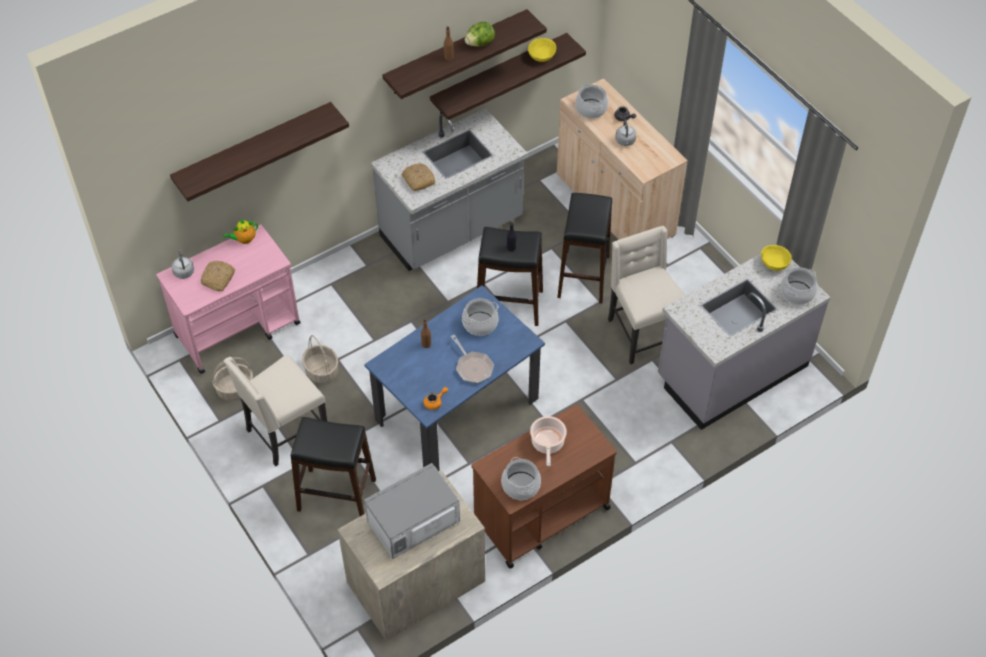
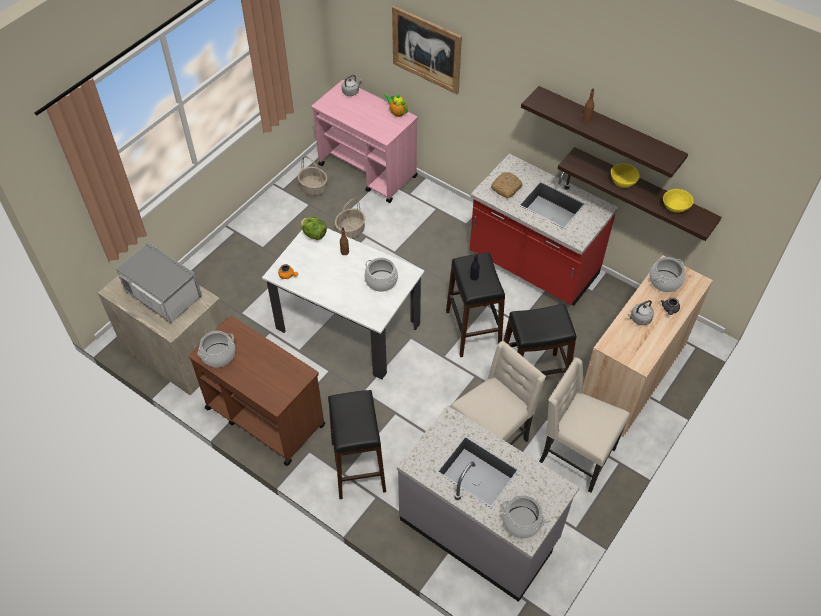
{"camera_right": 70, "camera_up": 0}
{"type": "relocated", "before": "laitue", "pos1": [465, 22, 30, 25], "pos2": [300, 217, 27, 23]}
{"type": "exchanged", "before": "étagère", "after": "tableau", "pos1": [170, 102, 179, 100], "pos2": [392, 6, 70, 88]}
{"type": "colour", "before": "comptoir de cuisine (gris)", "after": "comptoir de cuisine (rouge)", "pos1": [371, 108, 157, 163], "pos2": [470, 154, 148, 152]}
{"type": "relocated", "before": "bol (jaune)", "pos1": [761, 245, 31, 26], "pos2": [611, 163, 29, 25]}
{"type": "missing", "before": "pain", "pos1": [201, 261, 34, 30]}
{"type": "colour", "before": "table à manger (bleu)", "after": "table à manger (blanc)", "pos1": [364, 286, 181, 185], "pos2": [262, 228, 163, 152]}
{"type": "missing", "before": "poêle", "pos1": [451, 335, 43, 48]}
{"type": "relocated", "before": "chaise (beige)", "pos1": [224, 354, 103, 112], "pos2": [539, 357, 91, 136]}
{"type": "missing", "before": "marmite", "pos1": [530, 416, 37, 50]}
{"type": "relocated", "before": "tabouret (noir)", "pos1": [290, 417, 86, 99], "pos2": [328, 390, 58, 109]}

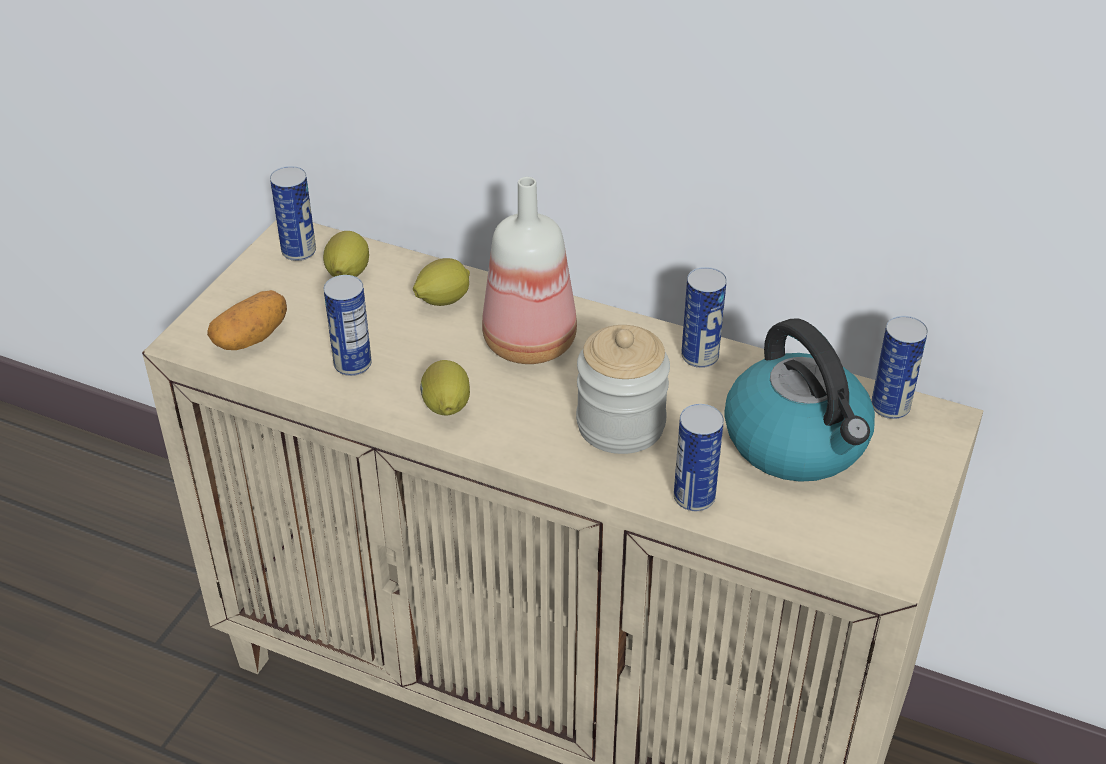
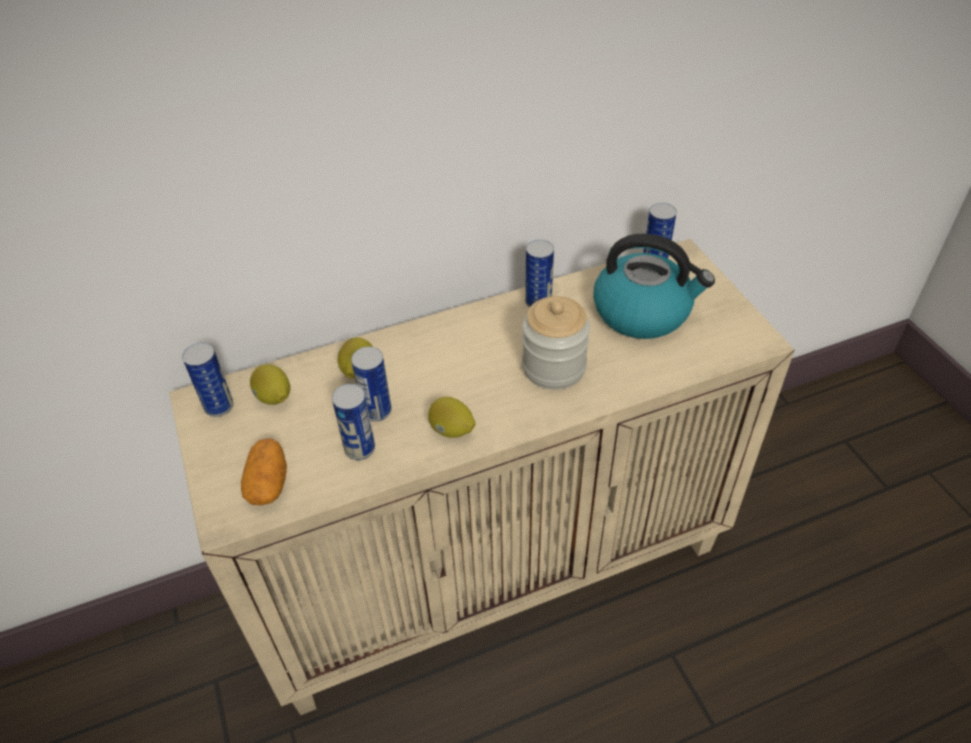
{"camera_right": -45, "camera_up": 5}
{"type": "missing", "before": "bouteille", "pos1": [482, 177, 95, 187]}
{"type": "relocated", "before": "boîte métallique", "pos1": [674, 404, 50, 107], "pos2": [351, 347, 41, 75]}

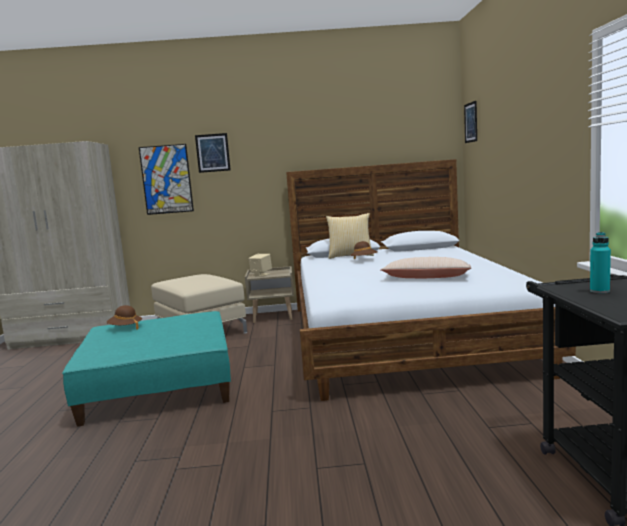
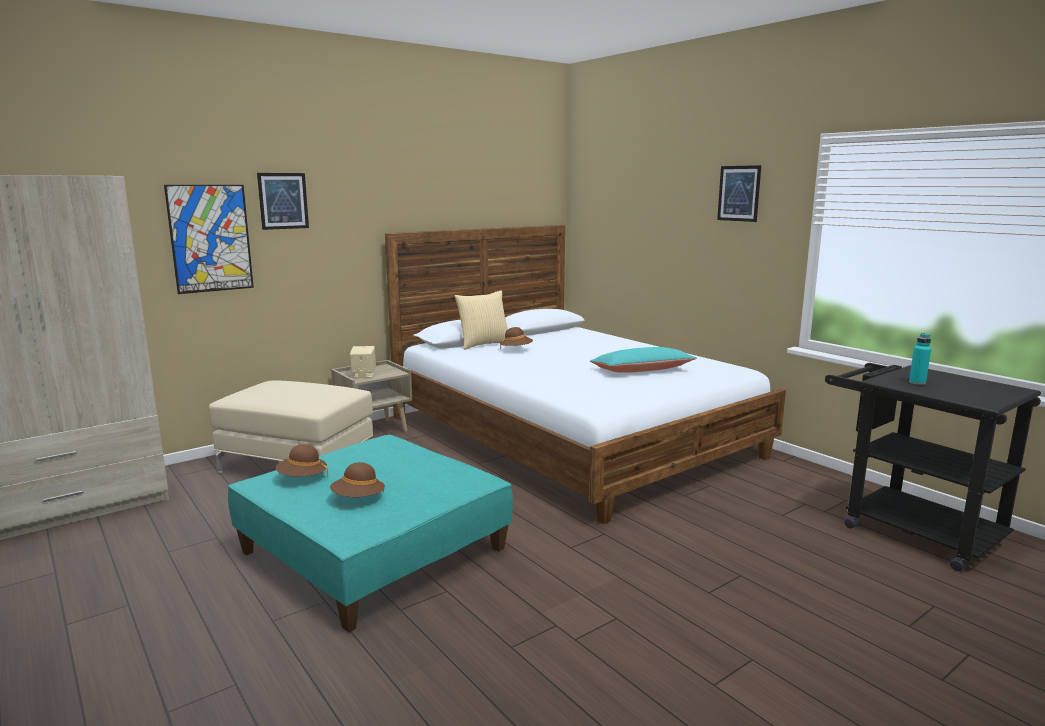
{"camera_right": -35, "camera_up": 5}
{"type": "relocated", "before": "tableau", "pos1": [464, 101, 13, 42], "pos2": [717, 165, 44, 57]}
{"type": "colour", "before": "coussin (beige)", "after": "coussin (turquoise)", "pos1": [380, 257, 91, 21], "pos2": [590, 347, 107, 26]}
{"type": "appeared", "after": "chapeau (marron)", "pos2": [330, 462, 55, 35]}

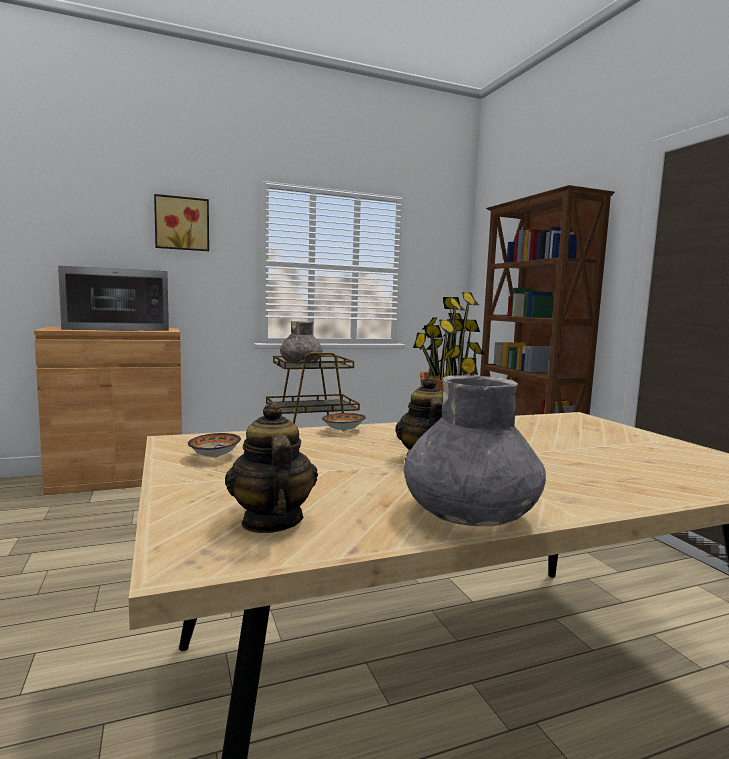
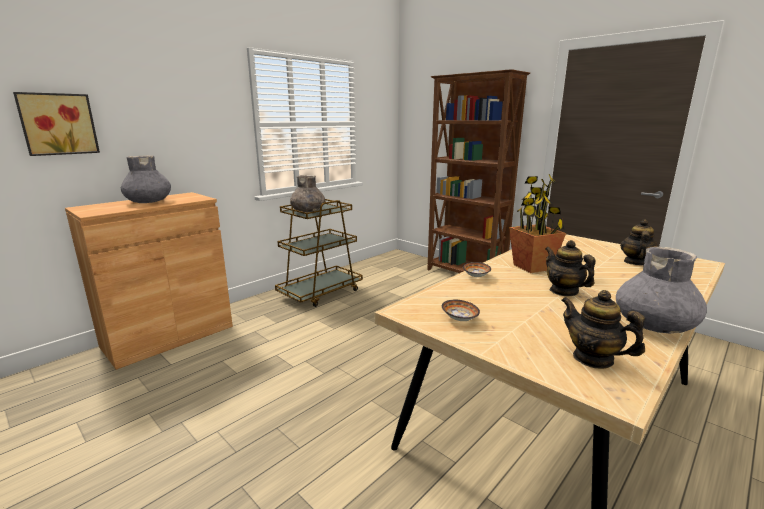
{"camera_right": -25, "camera_up": 10}
{"type": "relocated", "before": "tableau", "pos1": [154, 194, 55, 57], "pos2": [13, 92, 87, 64]}
{"type": "exchanged", "before": "micro-ondes", "after": "vase (gris)", "pos1": [58, 266, 111, 65], "pos2": [121, 155, 50, 48]}
{"type": "appeared", "after": "théière", "pos2": [620, 219, 39, 46]}

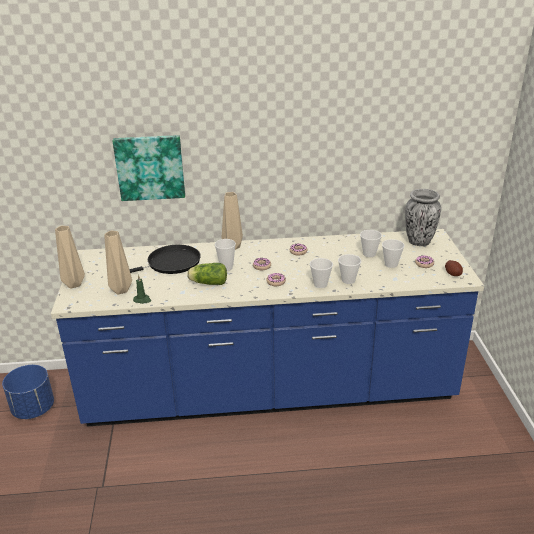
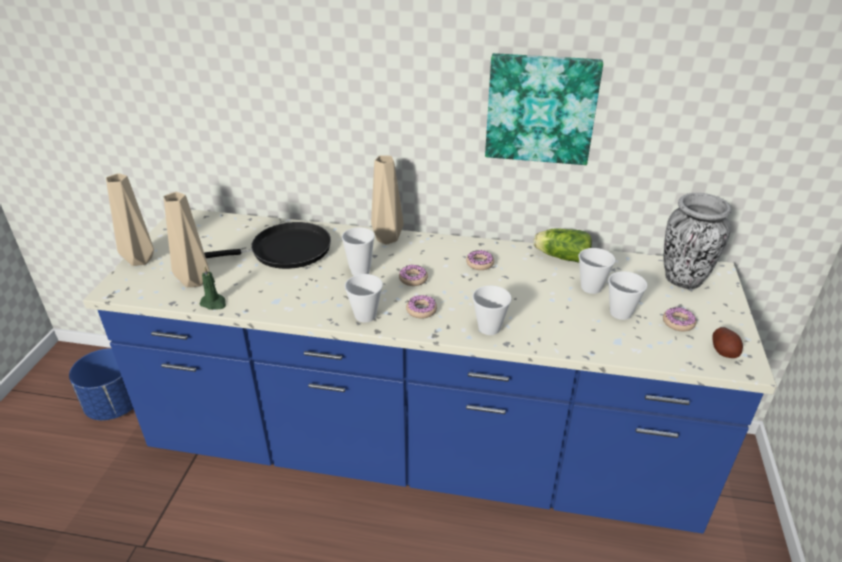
{"camera_right": 15, "camera_up": 5}
{"type": "relocated", "before": "tableau", "pos1": [113, 135, 72, 66], "pos2": [485, 53, 118, 112]}
{"type": "relocated", "before": "tasse", "pos1": [338, 254, 23, 30], "pos2": [345, 274, 38, 49]}
{"type": "relocated", "before": "laitue", "pos1": [187, 263, 40, 22], "pos2": [533, 228, 59, 35]}

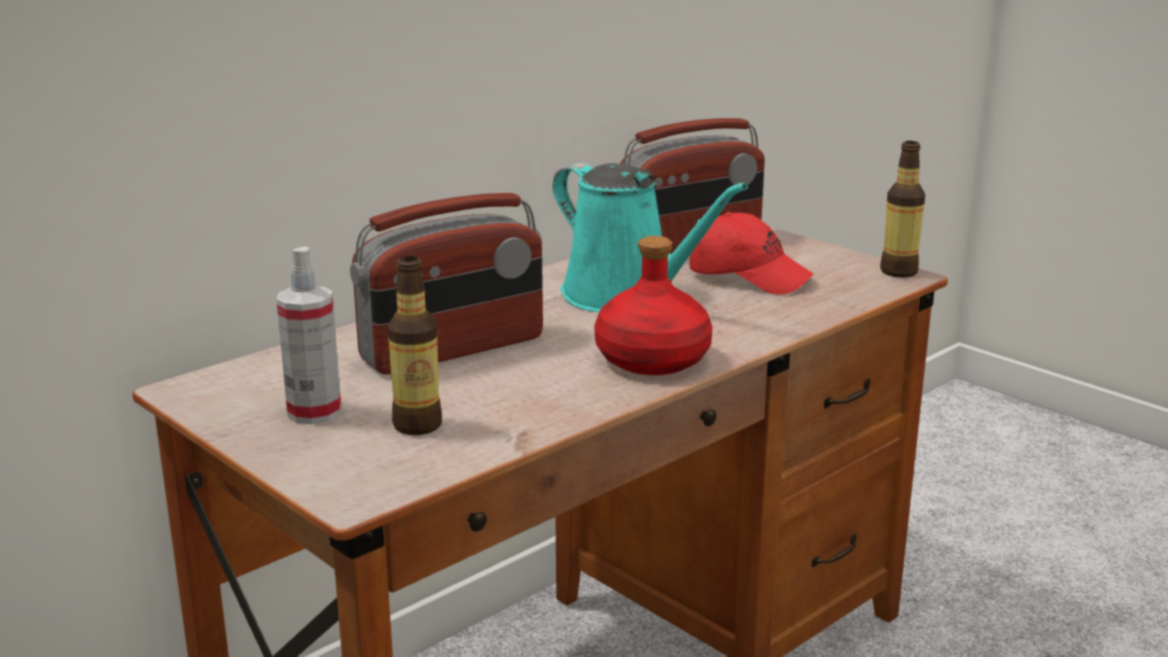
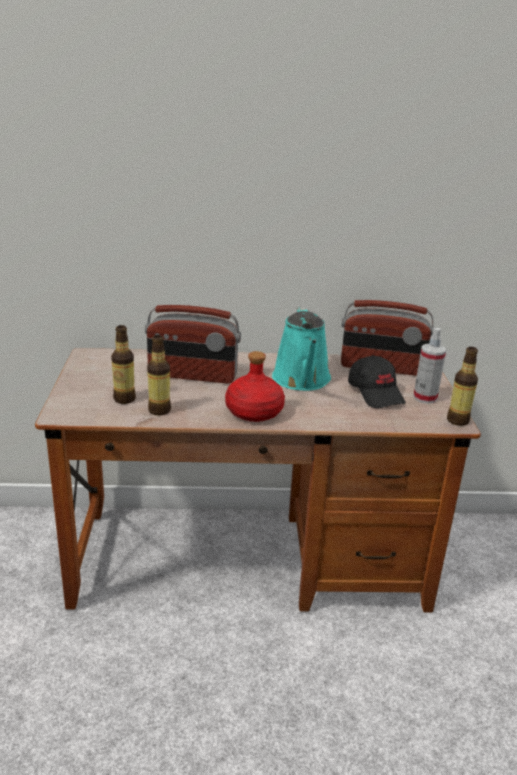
{"camera_right": 40, "camera_up": 5}
{"type": "colour", "before": "casquette (rouge)", "after": "casquette (noir)", "pos1": [690, 212, 123, 83], "pos2": [348, 355, 58, 53]}
{"type": "relocated", "before": "vaporisateur", "pos1": [276, 247, 65, 177], "pos2": [413, 328, 33, 76]}
{"type": "appeared", "after": "bouteille", "pos2": [147, 335, 24, 81]}

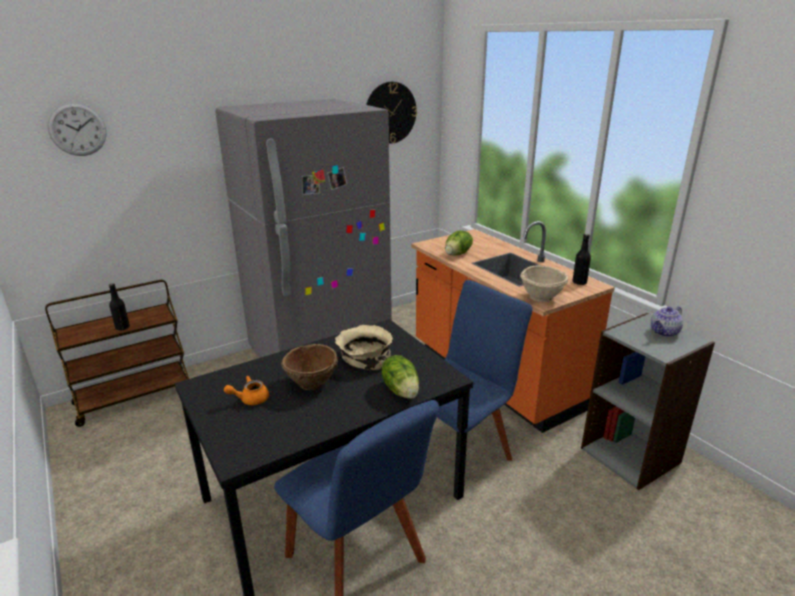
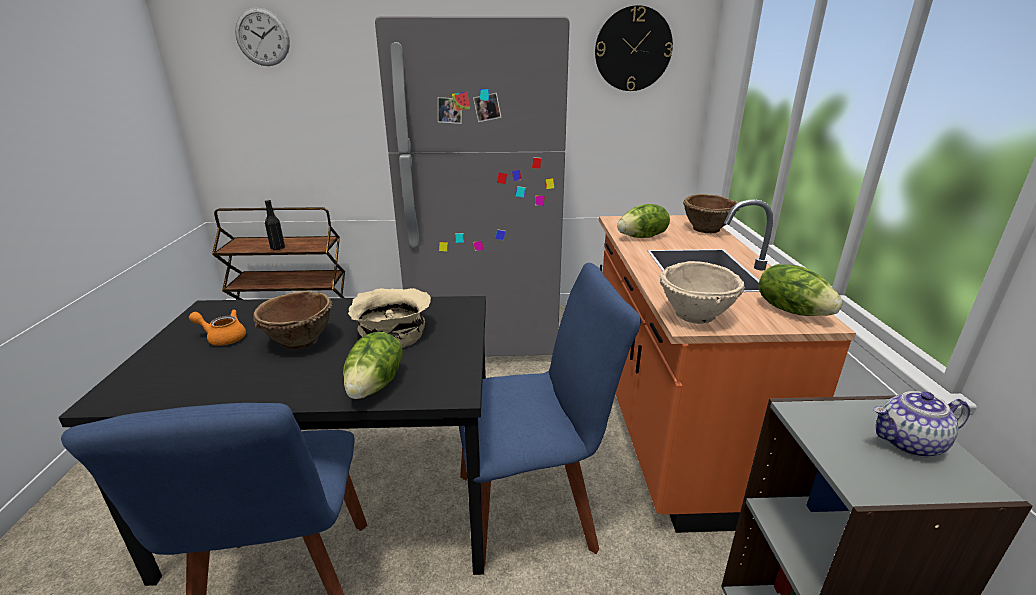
{"camera_right": 30, "camera_up": 0}
{"type": "exchanged", "before": "bouteille (noir)", "after": "laitue", "pos1": [572, 234, 19, 51], "pos2": [758, 264, 85, 52]}
{"type": "appeared", "after": "bol (marron)", "pos2": [683, 194, 57, 39]}

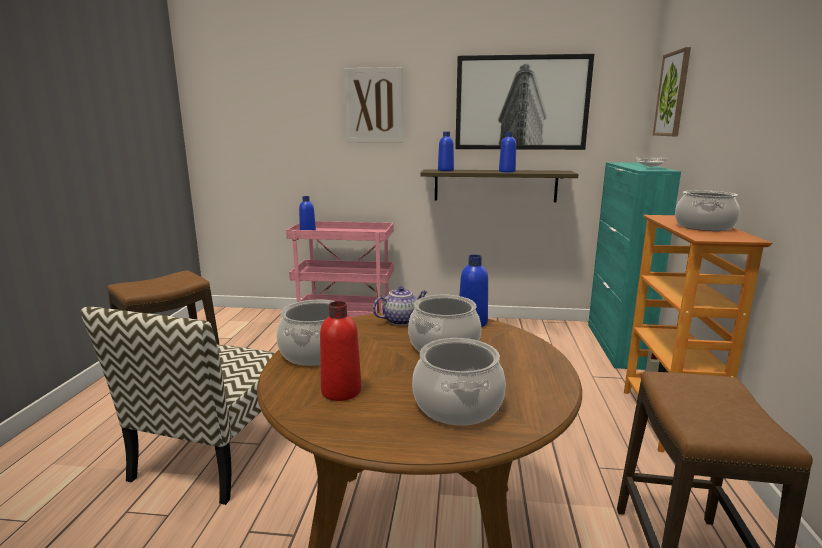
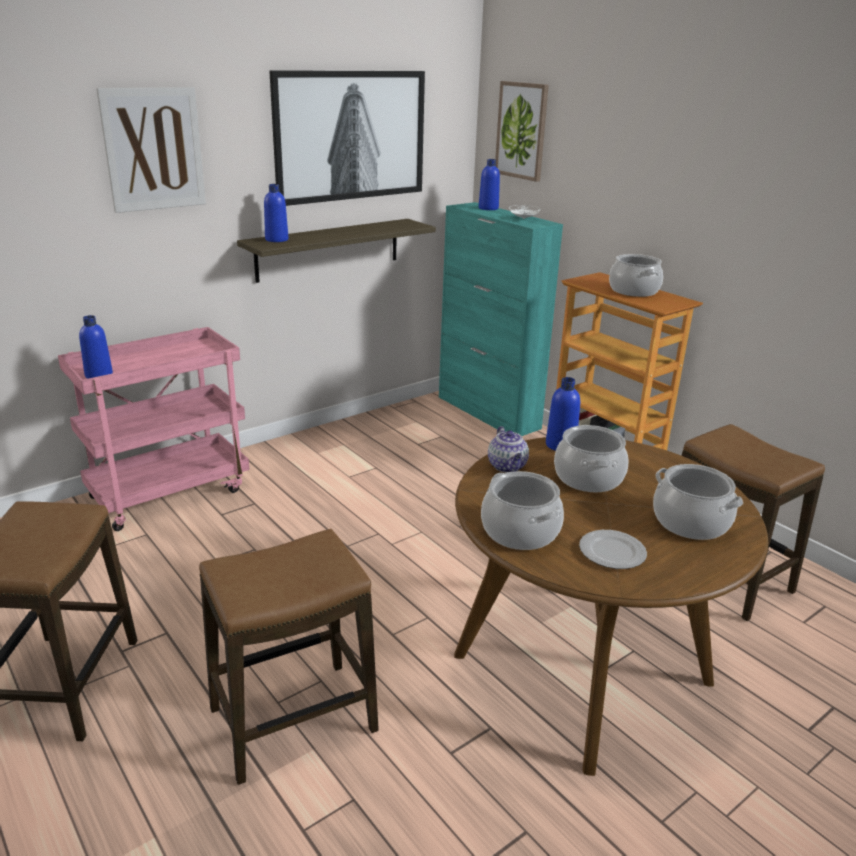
{"camera_right": -45, "camera_up": 10}
{"type": "relocated", "before": "bouteille (bleu)", "pos1": [499, 132, 17, 40], "pos2": [479, 159, 21, 51]}
{"type": "spun", "before": "théière", "pos1": [372, 286, 55, 39], "pos2": [488, 426, 41, 47], "turn": 150}
{"type": "exchanged", "before": "bouteille (rouge)", "after": "assiette", "pos1": [320, 301, 41, 100], "pos2": [579, 530, 68, 39]}
{"type": "exchanged", "before": "chaise", "after": "tabouret", "pos1": [81, 307, 194, 198], "pos2": [199, 529, 180, 256]}

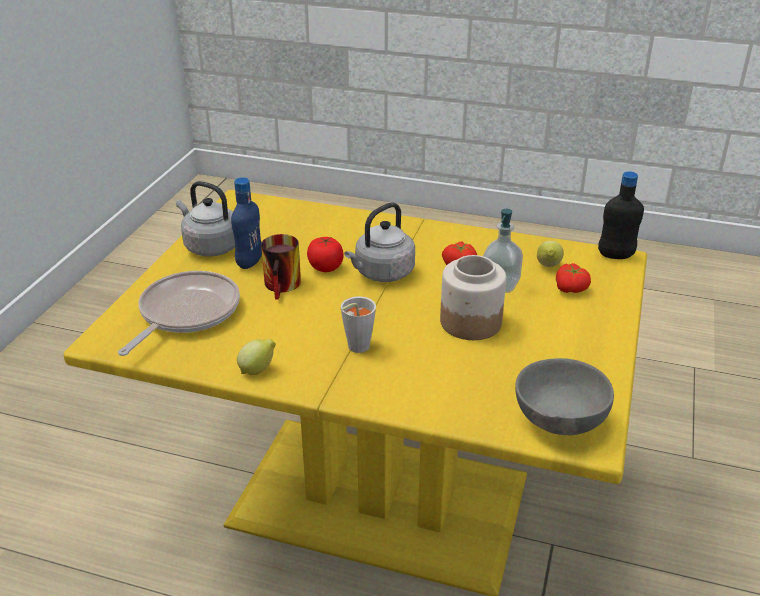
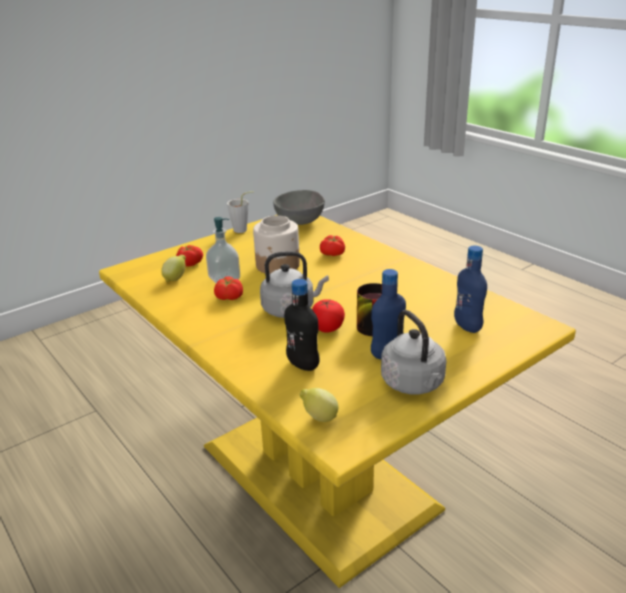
{"camera_right": -145, "camera_up": -5}
{"type": "relocated", "before": "bouteille (noir)", "pos1": [598, 171, 46, 88], "pos2": [284, 279, 36, 92]}
{"type": "exchanged", "before": "poêle", "after": "bouteille (bleu)", "pos1": [118, 271, 122, 85], "pos2": [454, 246, 33, 87]}
{"type": "relocated", "before": "tasse (gris)", "pos1": [341, 296, 35, 57], "pos2": [227, 191, 27, 42]}
{"type": "relocated", "before": "citron", "pos1": [237, 339, 39, 36], "pos2": [300, 388, 38, 34]}
{"type": "appeared", "after": "tomate", "pos2": [320, 235, 25, 21]}

